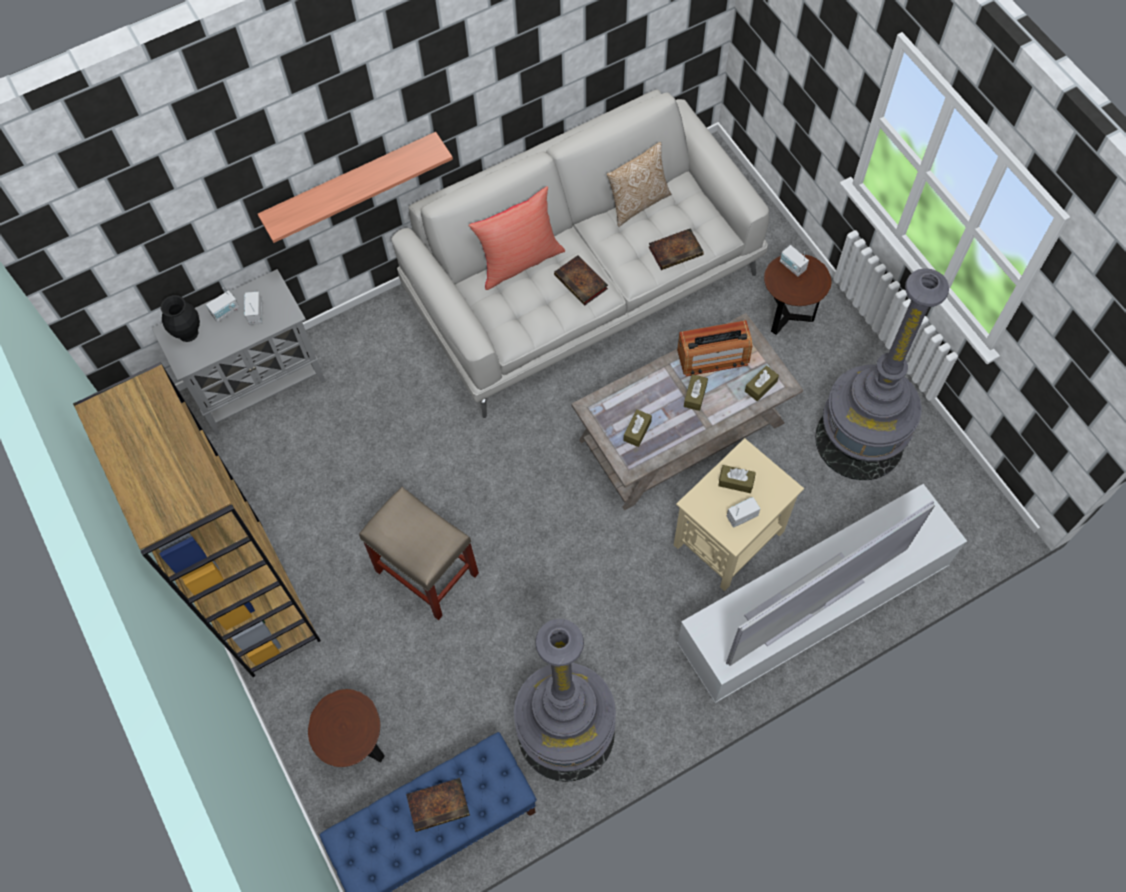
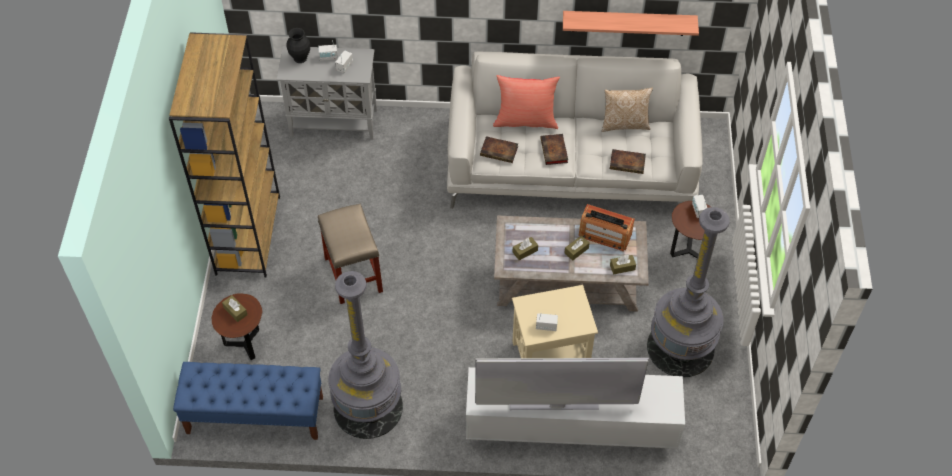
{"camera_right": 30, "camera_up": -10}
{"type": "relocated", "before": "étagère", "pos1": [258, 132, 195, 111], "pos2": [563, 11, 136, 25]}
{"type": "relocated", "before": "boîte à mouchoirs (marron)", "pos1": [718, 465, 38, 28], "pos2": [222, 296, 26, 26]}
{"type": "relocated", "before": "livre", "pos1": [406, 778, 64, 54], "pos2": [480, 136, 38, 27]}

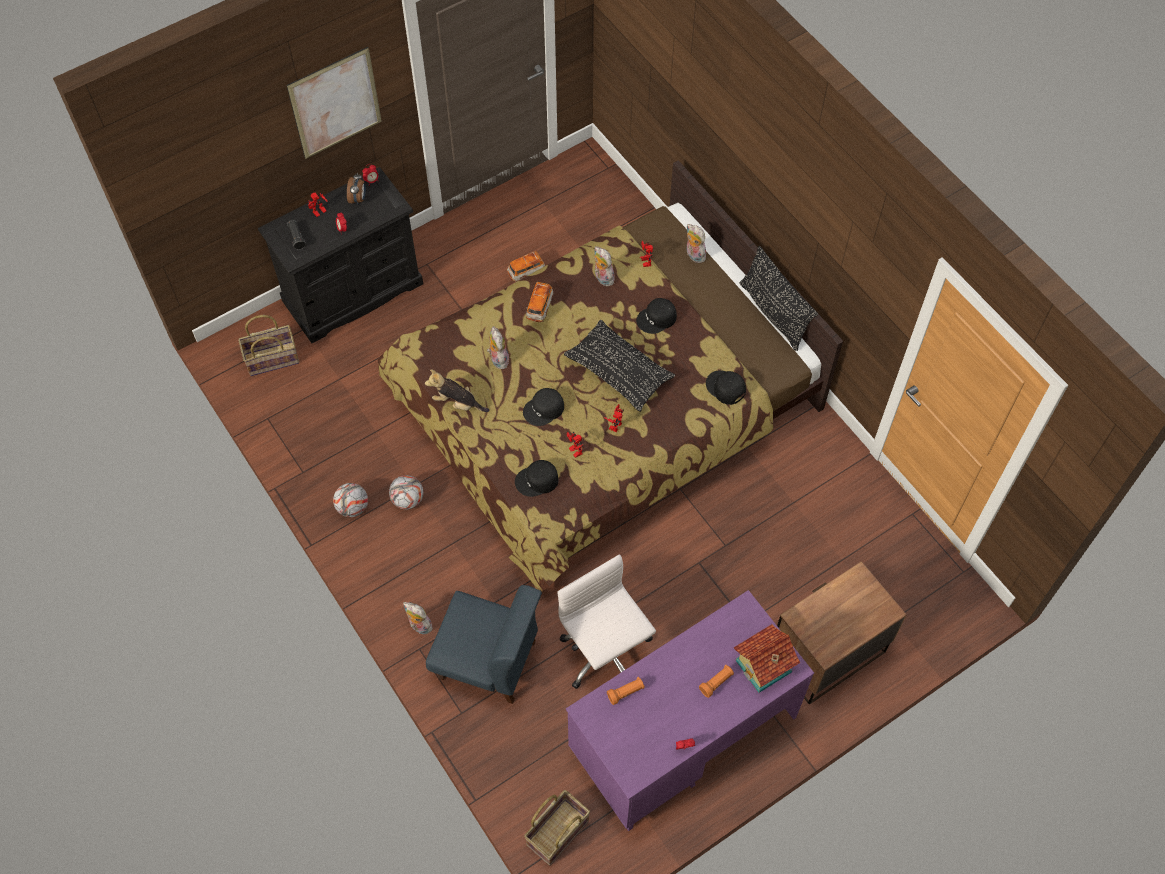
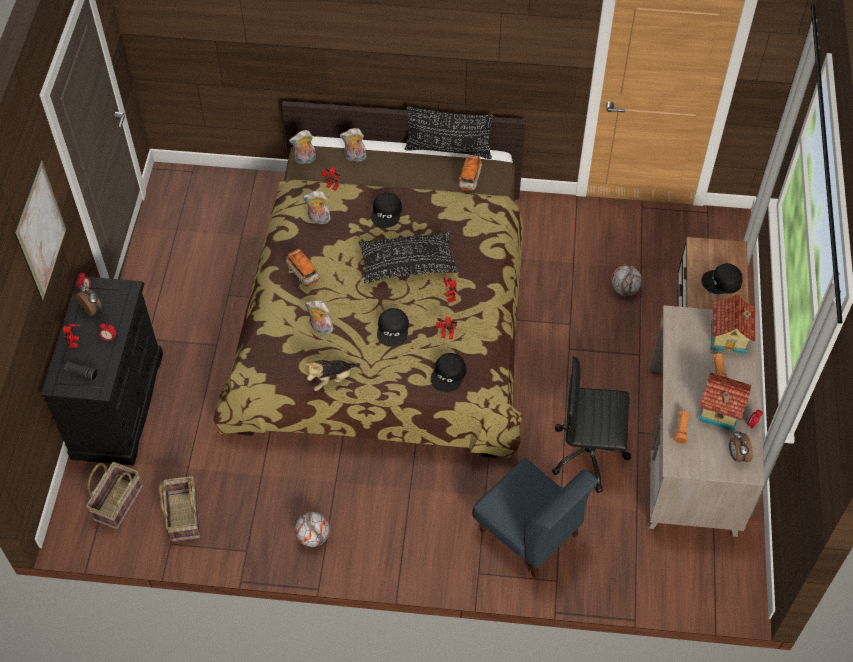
{"camera_right": -50, "camera_up": -5}
{"type": "relocated", "before": "petite voiture", "pos1": [507, 251, 38, 31], "pos2": [459, 155, 23, 36]}
{"type": "relocated", "before": "casquette (noir)", "pos1": [706, 370, 40, 35], "pos2": [702, 263, 41, 31]}
{"type": "relocated", "before": "ballon de foot", "pos1": [389, 475, 34, 34], "pos2": [611, 265, 31, 31]}
{"type": "colour", "before": "chaise de bureau (blanc)", "after": "chaise de bureau (noir)", "pos1": [557, 555, 99, 134], "pos2": [552, 356, 79, 137]}
{"type": "spun", "before": "chaise (bleu)", "pos1": [426, 585, 116, 119], "pos2": [472, 458, 126, 121], "turn": 75}
{"type": "colour", "before": "bureau (violet)", "after": "bureau (beige)", "pos1": [566, 590, 248, 241], "pos2": [648, 305, 117, 232]}
{"type": "relocated", "before": "peluche", "pos1": [403, 602, 29, 32], "pos2": [289, 130, 27, 34]}
{"type": "relocated", "before": "panier", "pos1": [524, 790, 66, 76], "pos2": [159, 476, 41, 66]}
{"type": "appeared", "after": "maison miniature", "pos2": [698, 373, 53, 58]}
{"type": "appeared", "after": "réveil", "pos2": [729, 431, 24, 31]}

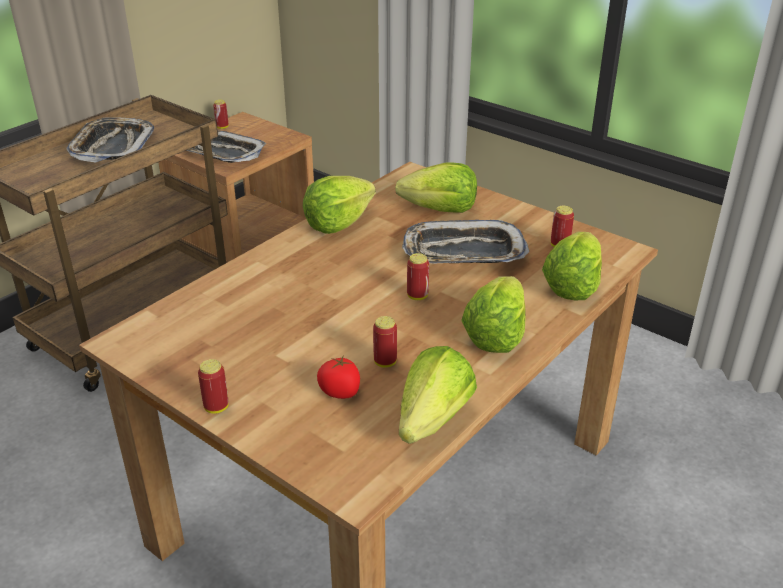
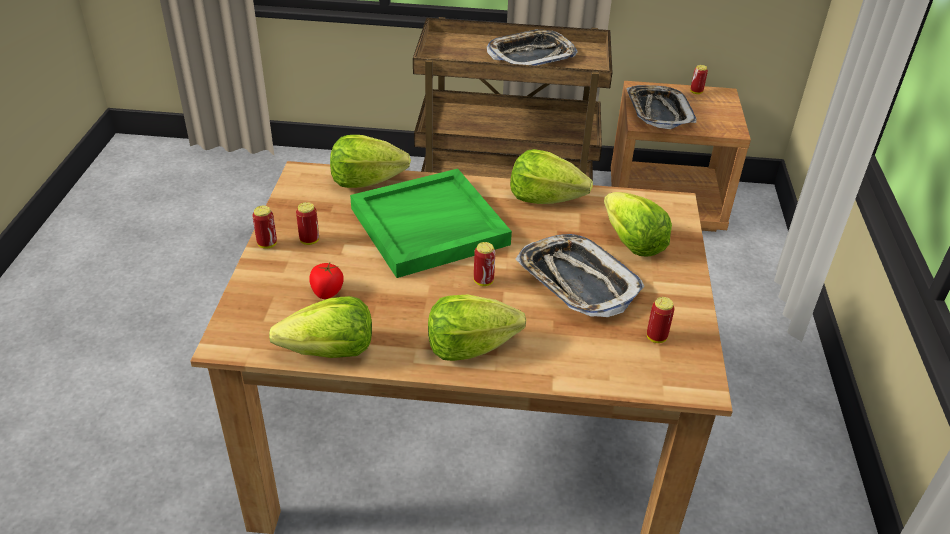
{"camera_right": 55, "camera_up": 5}
{"type": "relocated", "before": "laitue", "pos1": [542, 232, 60, 68], "pos2": [330, 135, 81, 53]}
{"type": "relocated", "before": "boîte métallique", "pos1": [373, 316, 24, 52], "pos2": [296, 202, 23, 43]}
{"type": "appeared", "after": "plateau (vert)", "pos2": [350, 169, 162, 109]}

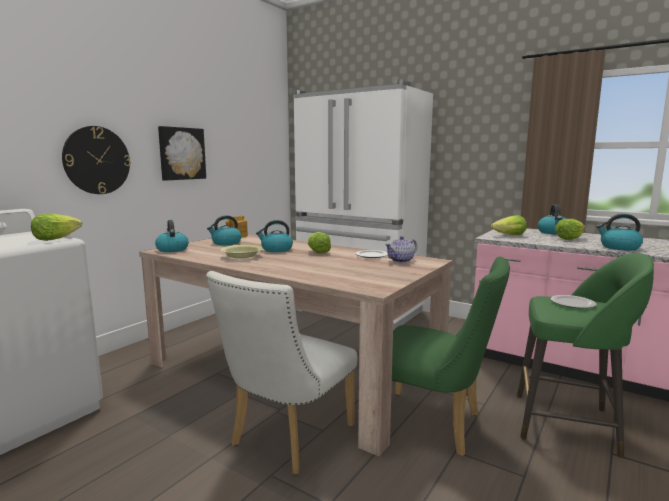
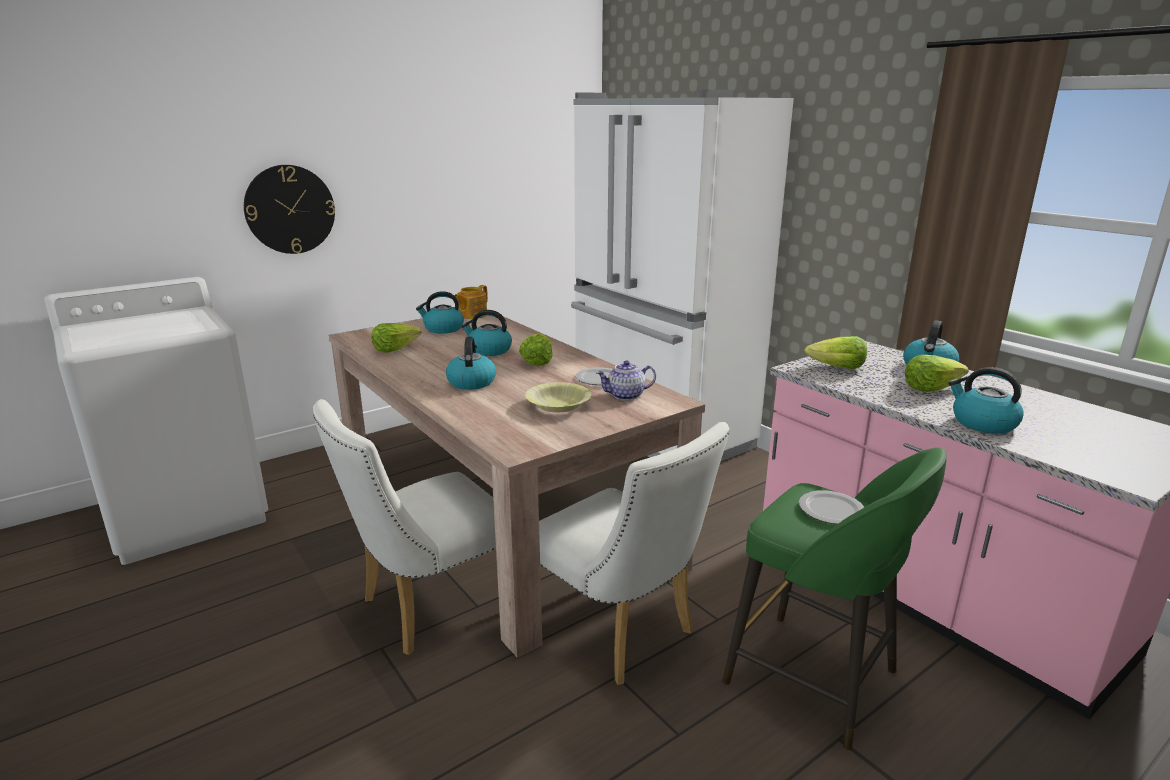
{"camera_right": 20, "camera_up": 10}
{"type": "missing", "before": "tableau", "pos1": [158, 126, 48, 55]}
{"type": "relocated", "before": "laitue", "pos1": [31, 214, 51, 27], "pos2": [371, 323, 50, 30]}
{"type": "relocated", "before": "bouilloire", "pos1": [155, 220, 33, 32], "pos2": [446, 337, 50, 53]}
{"type": "relocated", "before": "bol (jaune)", "pos1": [220, 245, 42, 13], "pos2": [525, 382, 66, 30]}
{"type": "colour", "before": "chaise (vert)", "after": "chaise (blanc)", "pos1": [392, 257, 118, 199], "pos2": [539, 422, 191, 263]}

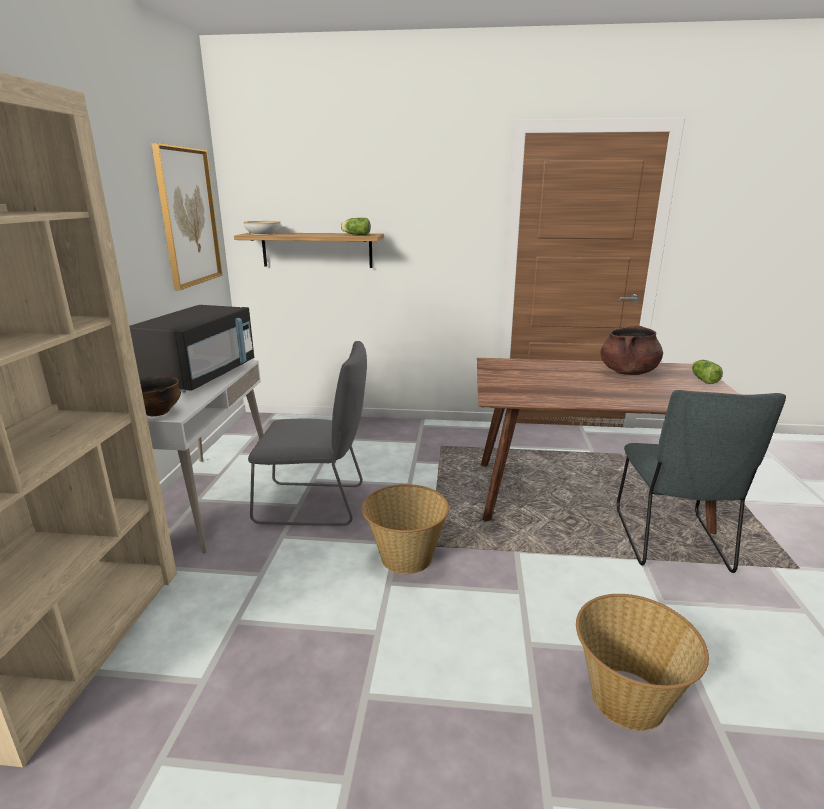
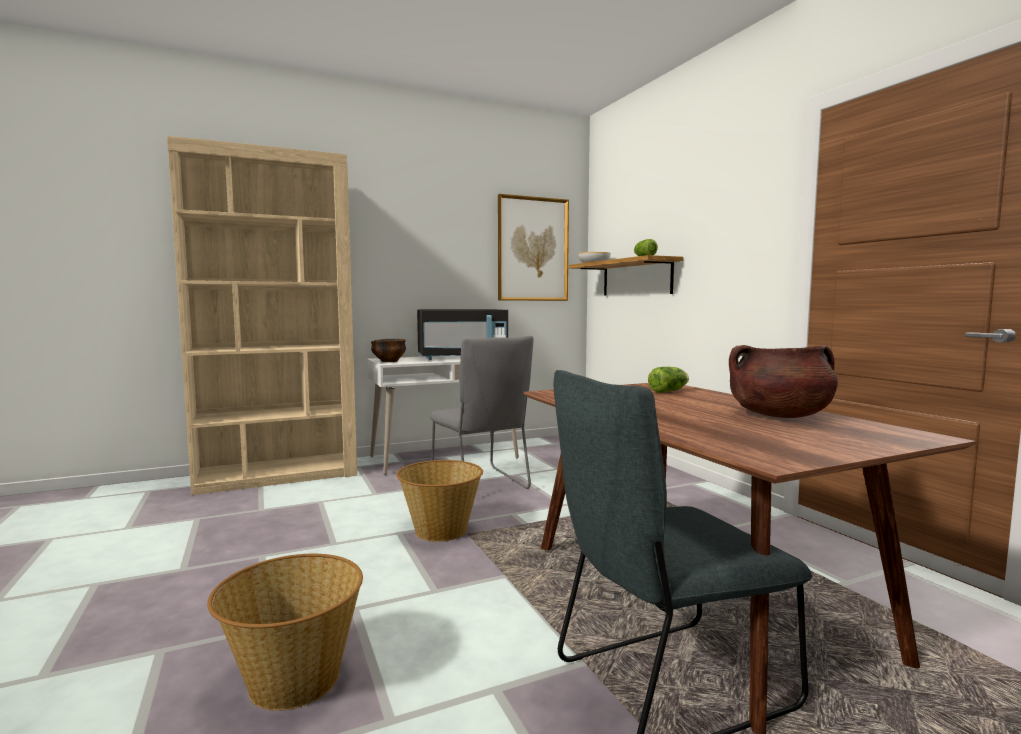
{"camera_right": 60, "camera_up": -15}
{"type": "relocated", "before": "laitue", "pos1": [692, 360, 31, 24], "pos2": [648, 367, 41, 26]}

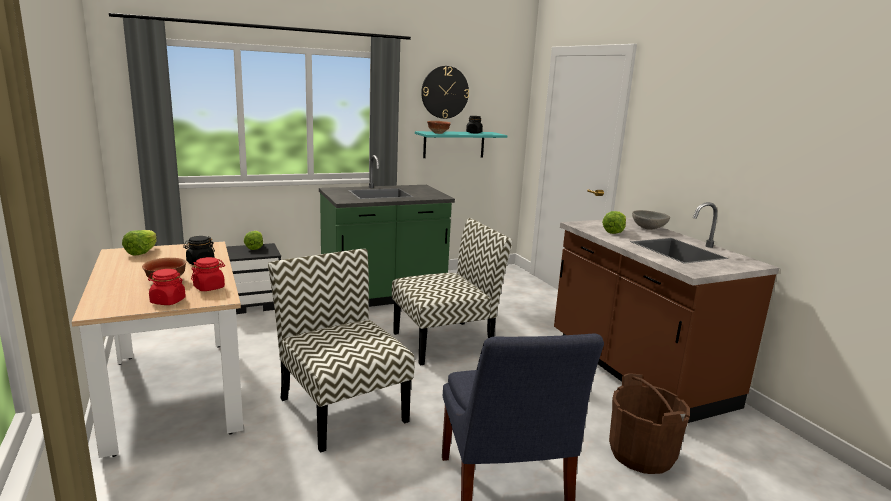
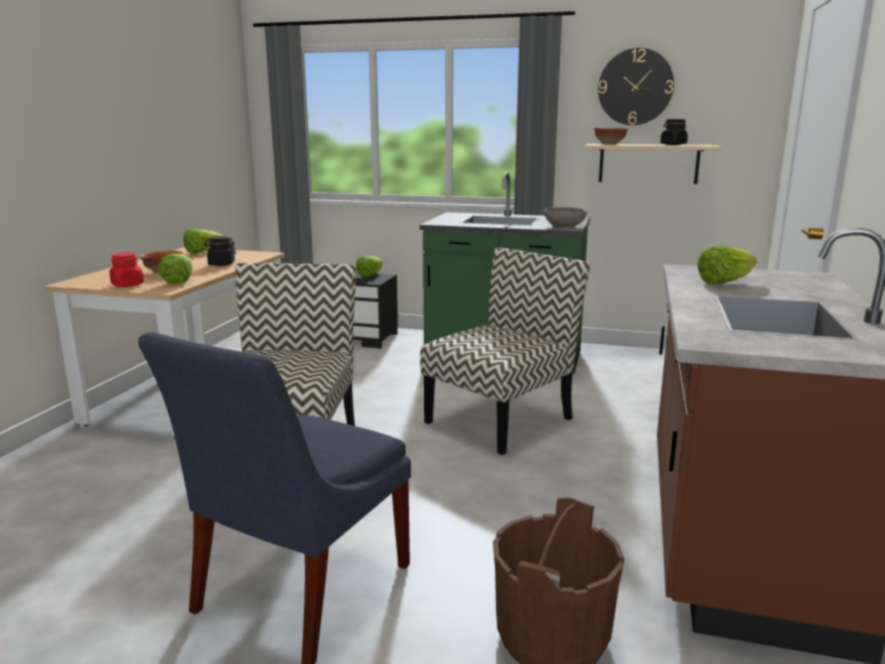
{"camera_right": 40, "camera_up": 0}
{"type": "colour", "before": "étagère (turquoise)", "after": "étagère (beige)", "pos1": [415, 131, 92, 27], "pos2": [584, 144, 137, 40]}
{"type": "relocated", "before": "bol (gris)", "pos1": [632, 210, 38, 20], "pos2": [544, 207, 44, 20]}
{"type": "spun", "before": "chaise", "pos1": [392, 218, 120, 147], "pos2": [420, 248, 170, 207], "turn": -60}
{"type": "exchanged", "before": "bocal (rouge)", "after": "laitue", "pos1": [191, 257, 34, 34], "pos2": [158, 253, 35, 31]}

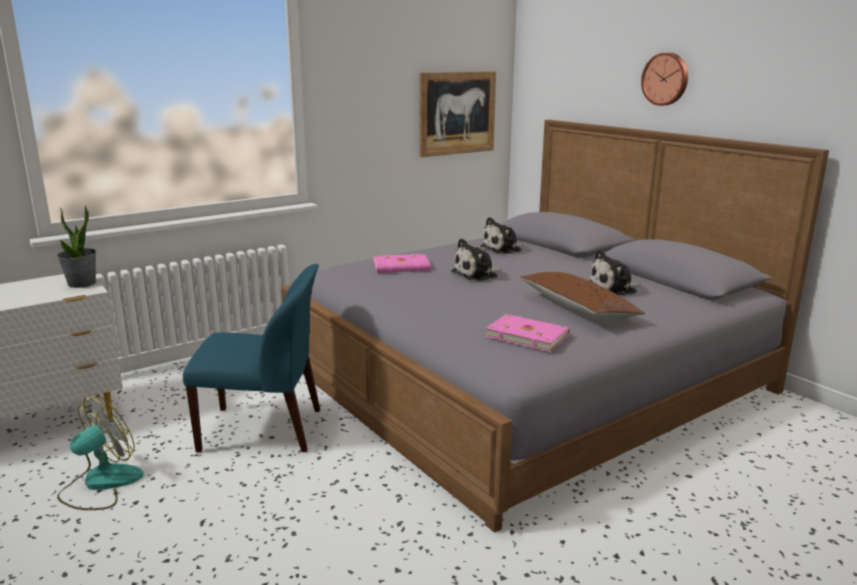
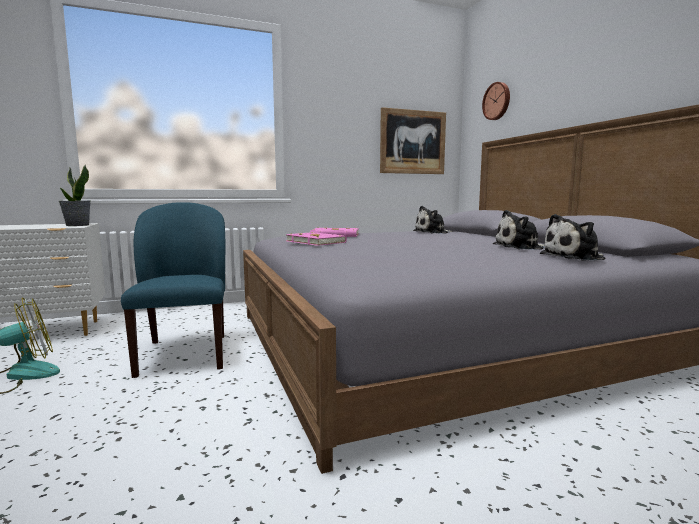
{"camera_right": 15, "camera_up": -10}
{"type": "relocated", "before": "horloge murale", "pos1": [641, 53, 47, 53], "pos2": [482, 82, 28, 38]}
{"type": "relocated", "before": "peluche", "pos1": [451, 238, 50, 43], "pos2": [540, 214, 65, 47]}
{"type": "spun", "before": "chaise (bleu)", "pos1": [183, 264, 137, 188], "pos2": [121, 202, 104, 176], "turn": -120}
{"type": "missing", "before": "coussin (marron)", "pos1": [520, 272, 125, 48]}
{"type": "relocated", "before": "livre (rose)", "pos1": [485, 314, 85, 38], "pos2": [286, 232, 61, 14]}

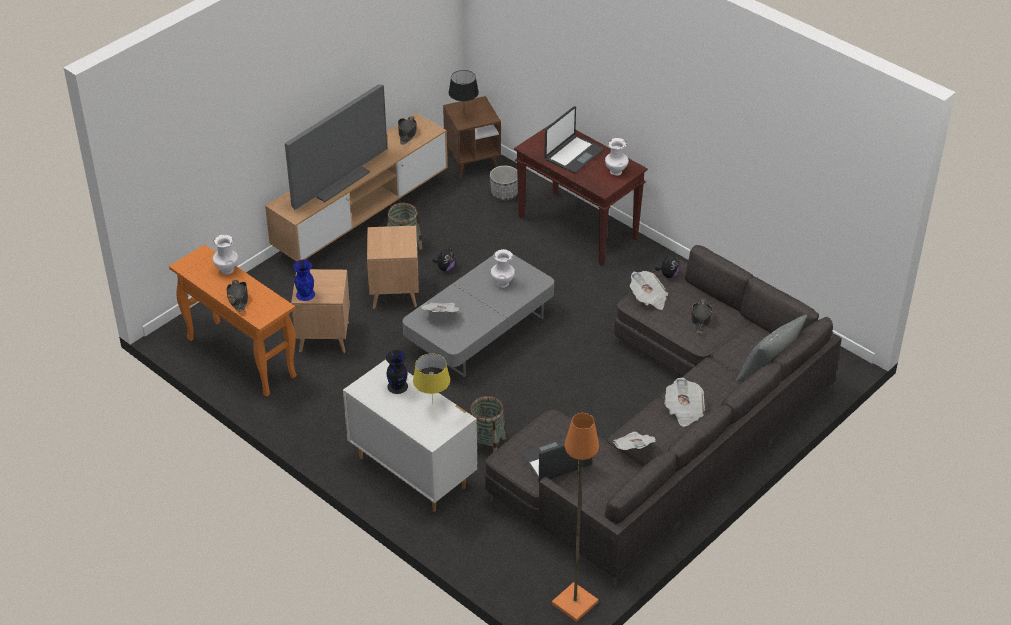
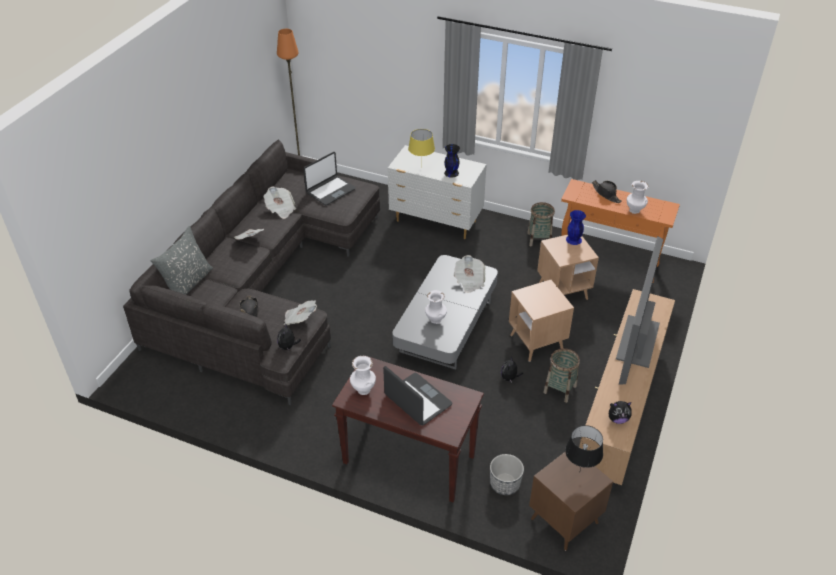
{"camera_right": 160, "camera_up": 0}
{"type": "spun", "before": "ordinateur portable", "pos1": [544, 106, 60, 67], "pos2": [383, 366, 70, 59], "turn": 120}
{"type": "exchanged", "before": "chapeau (noir)", "after": "peluche", "pos1": [398, 116, 19, 29], "pos2": [609, 401, 23, 23]}
{"type": "relocated", "before": "panier", "pos1": [471, 396, 35, 56], "pos2": [527, 202, 28, 44]}

